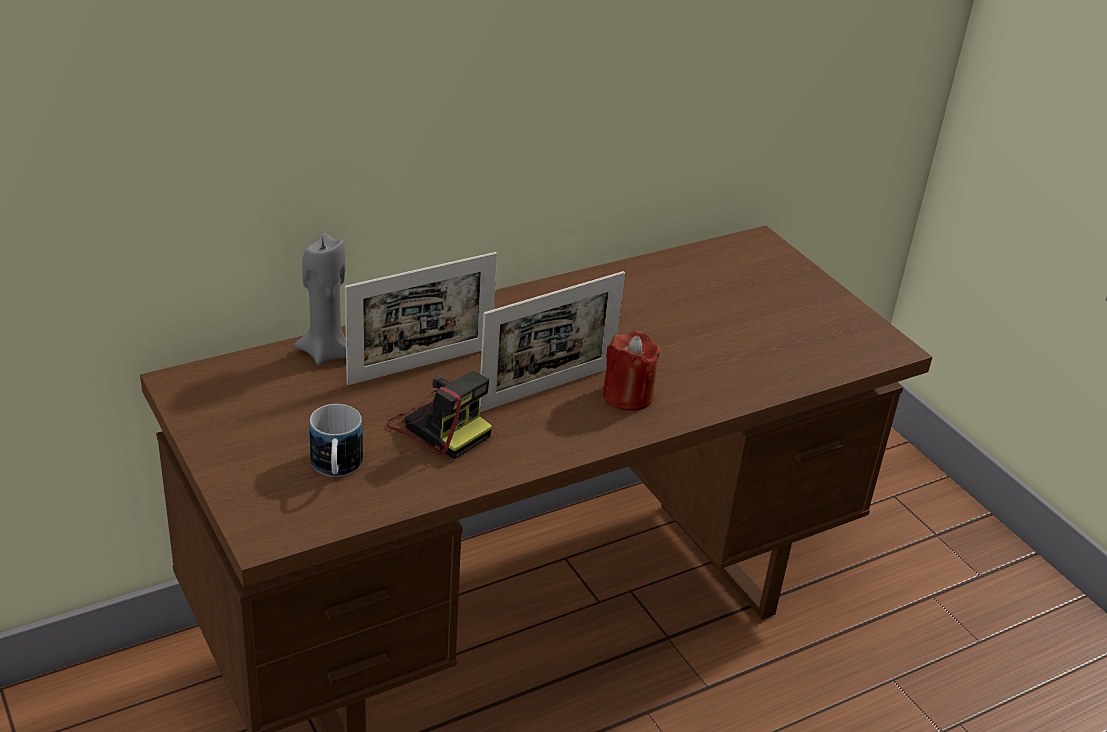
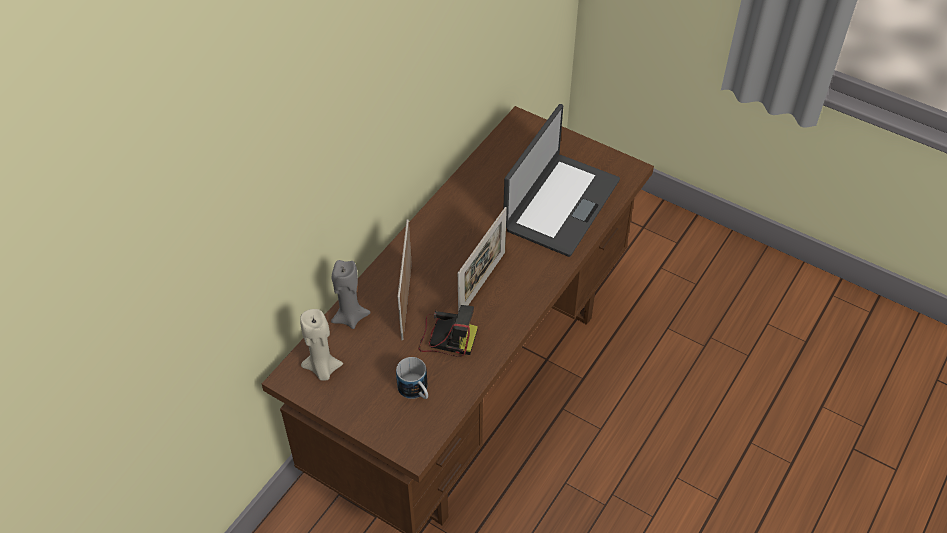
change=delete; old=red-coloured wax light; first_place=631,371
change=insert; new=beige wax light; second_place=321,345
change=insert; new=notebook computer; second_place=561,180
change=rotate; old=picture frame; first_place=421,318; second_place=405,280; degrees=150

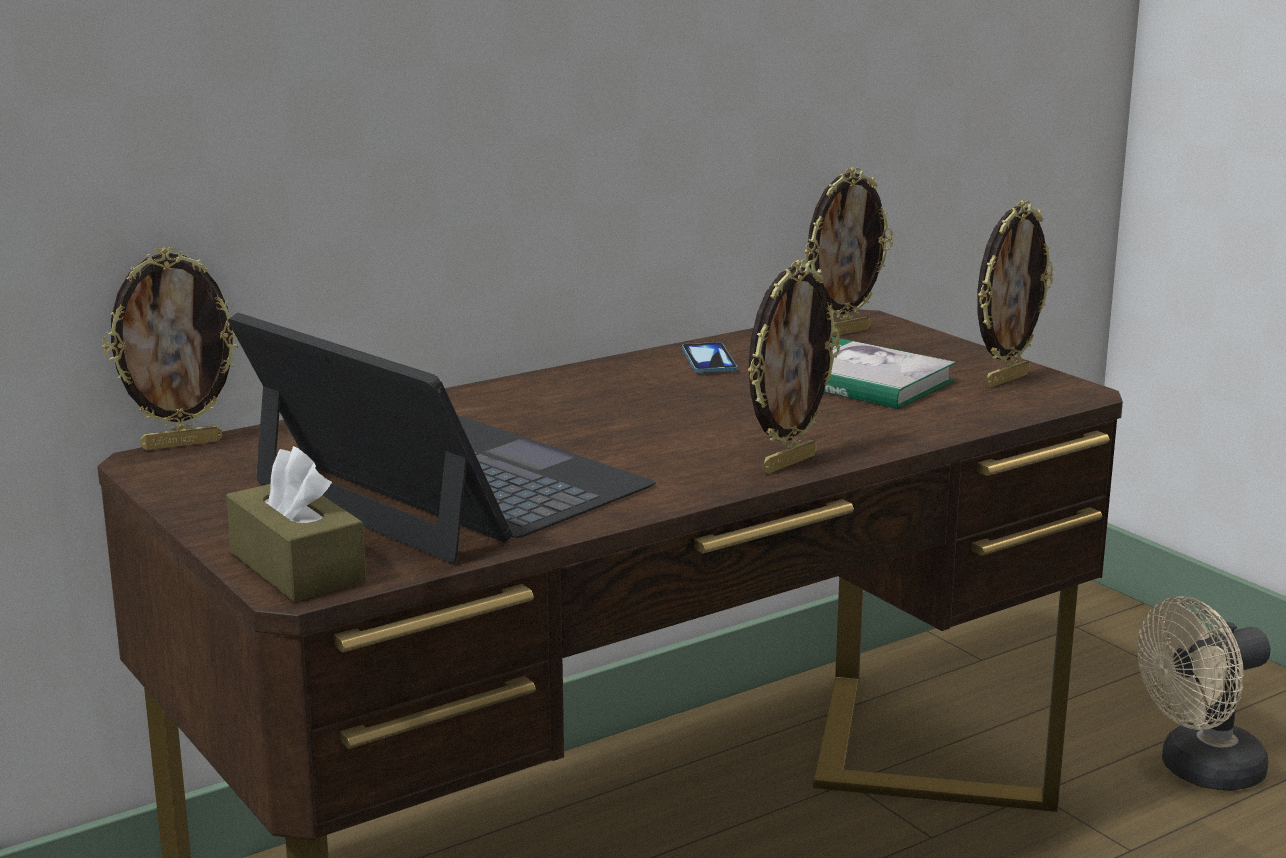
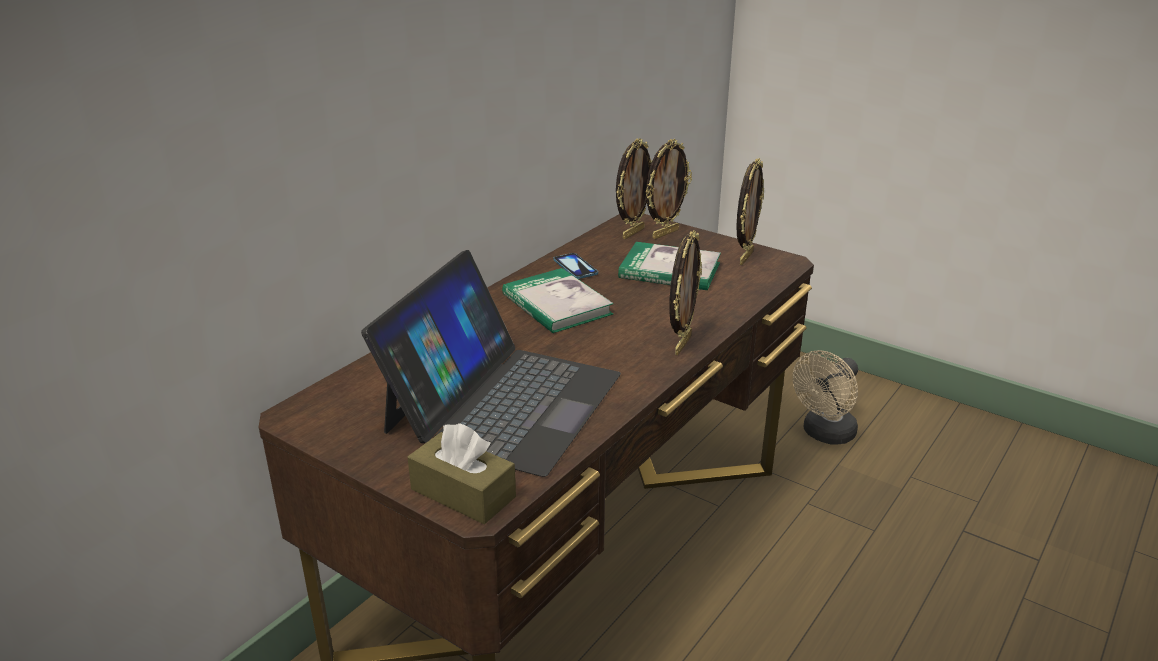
change=insert; new=bound book; second_place=558,300
change=move; old=picture frame; first_place=171,348; second_place=668,189
change=rotate; old=notebook computer; first_place=442,438; second_place=491,363; degrees=90

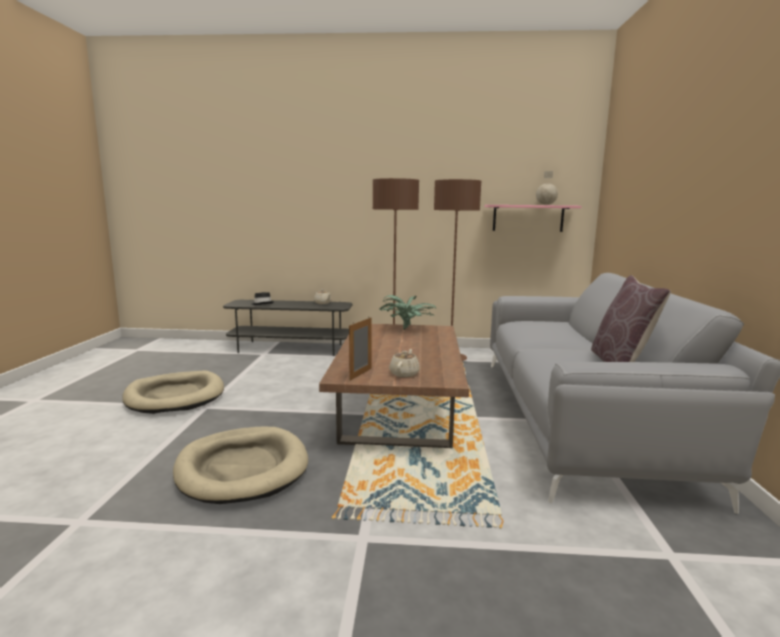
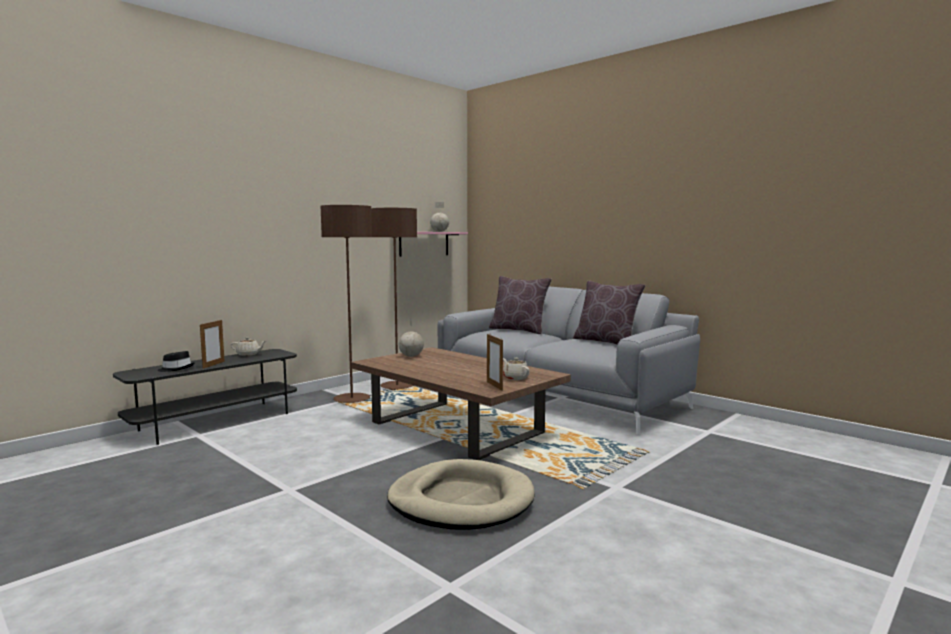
change=delete; old=beige pet bed; first_place=173,392
change=insert; new=picture frame; second_place=212,344
change=insert; new=brownish pillow; second_place=520,305
change=replace; old=potted plant; new=world globe; first_place=408,312; second_place=411,337

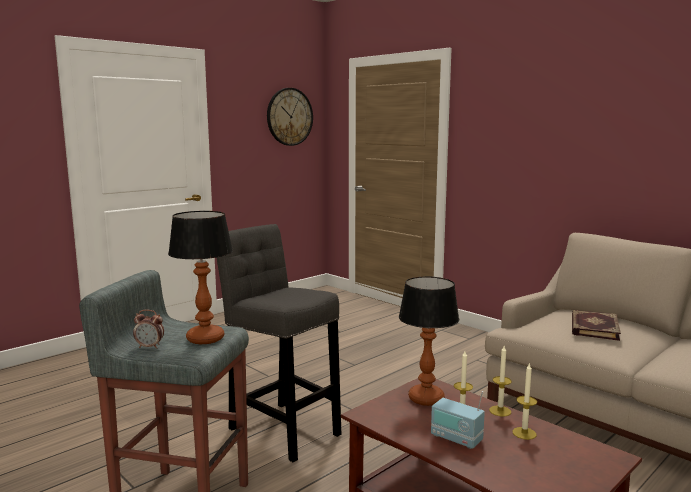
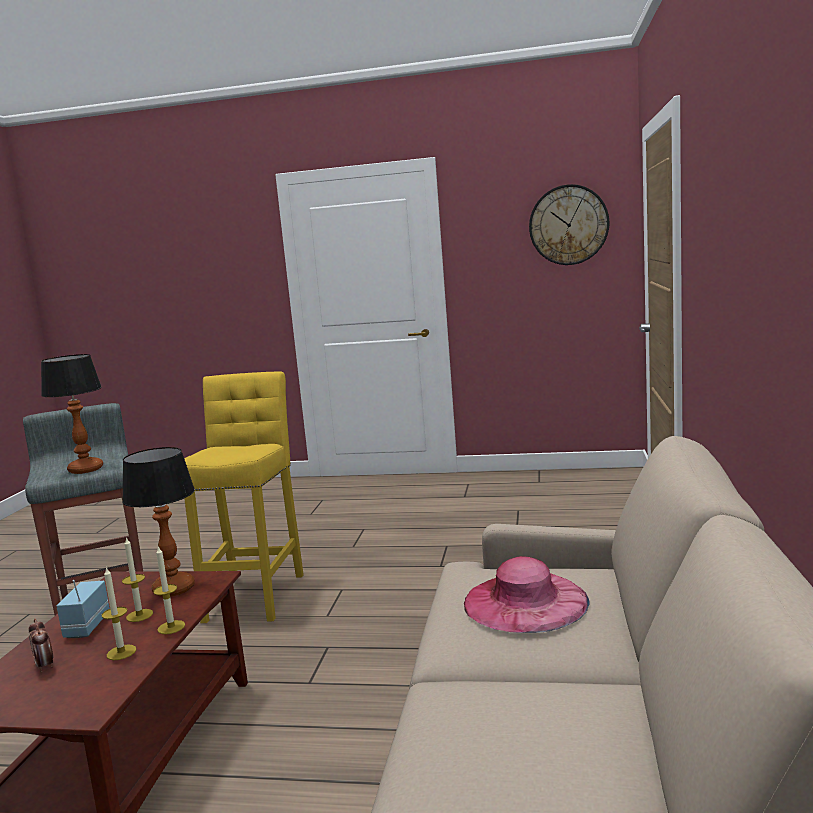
change=move; old=table clock; first_place=148,329; second_place=41,645
change=replace; old=bound book; new=pinkish hat; first_place=596,325; second_place=527,594
change=recolor; old=gray stool; new=yellow stool; first_place=279,343; second_place=244,497

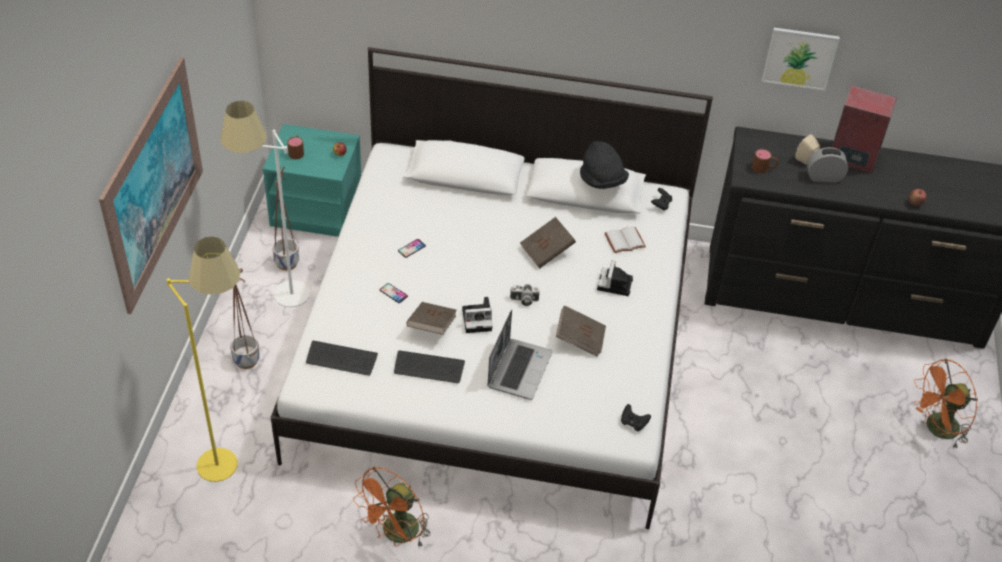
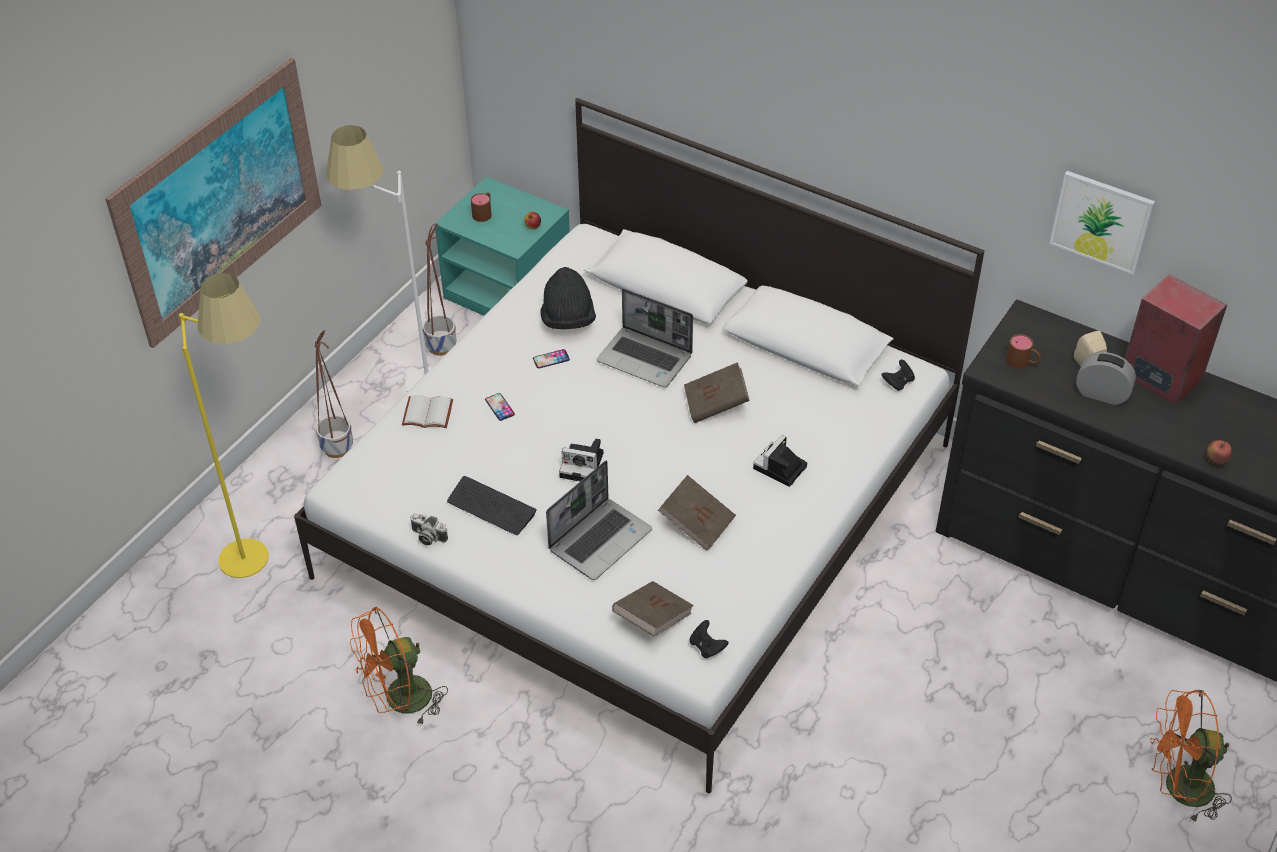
change=delete; old=computer keyboard; first_place=342,358
change=insert; new=notebook computer; second_place=644,338
change=move; old=brownish bound book; first_place=431,318; second_place=653,608
change=move; old=photo camera; first_place=525,295; second_place=429,529
change=move; old=blackish hat; first_place=604,165; second_place=568,298
change=move; old=white bound book; first_place=625,239; second_place=427,411

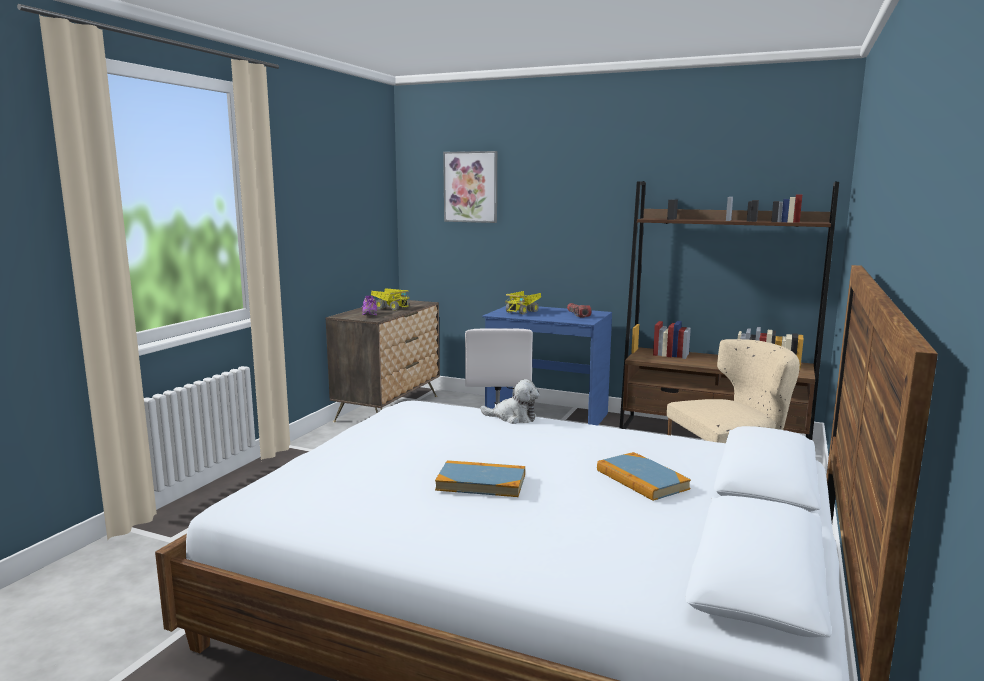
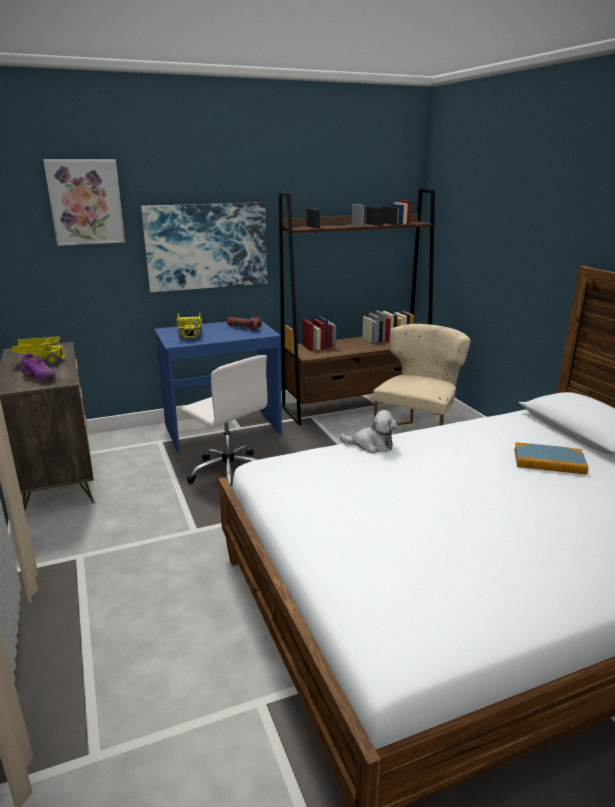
change=delete; old=bound book; first_place=480,478
change=insert; new=wall picture; second_place=204,247
change=rotate; old=plush toy; first_place=510,401; second_place=369,432; degrees=45

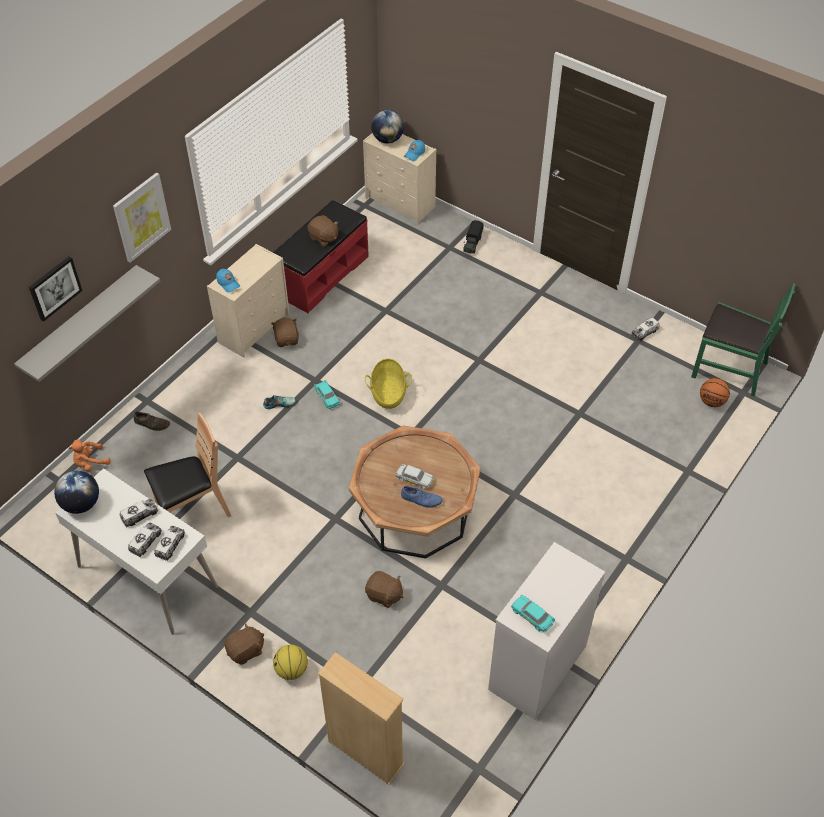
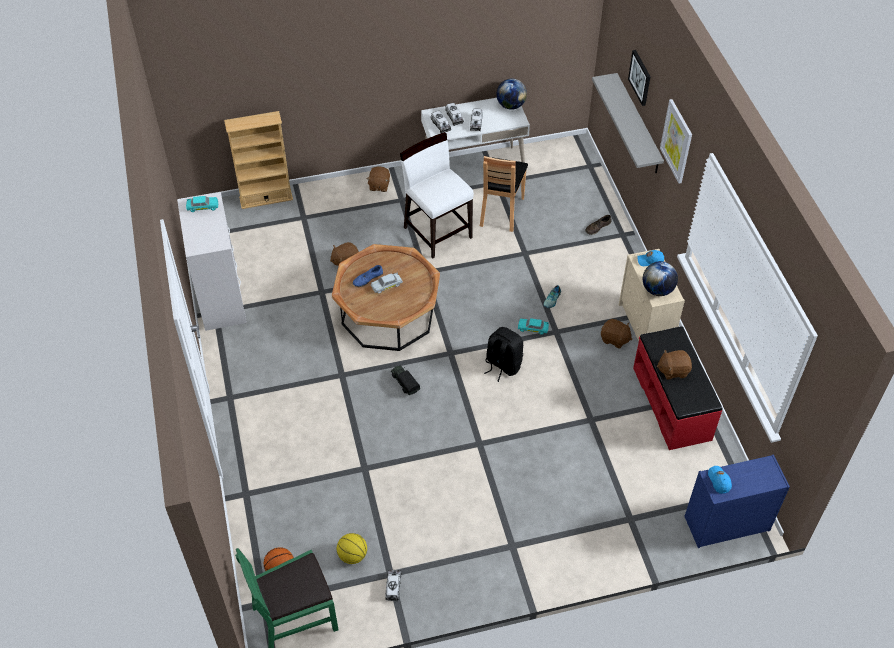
change=delete; old=orange plush toy; first_place=90,456
change=insert; new=white chair; second_place=437,195
change=move; old=basketball ball; first_place=290,662; second_place=352,548
change=move; old=world globe; first_place=387,126; second_place=660,278
change=move; old=toy lorry; first_place=473,237; second_place=405,380
change=replace; old=storage basket; new=blackish rucksack; first_place=388,383; second_place=503,354
change=recolor; old=beige dresser; new=blue dresser; first_place=399,178; second_place=737,501

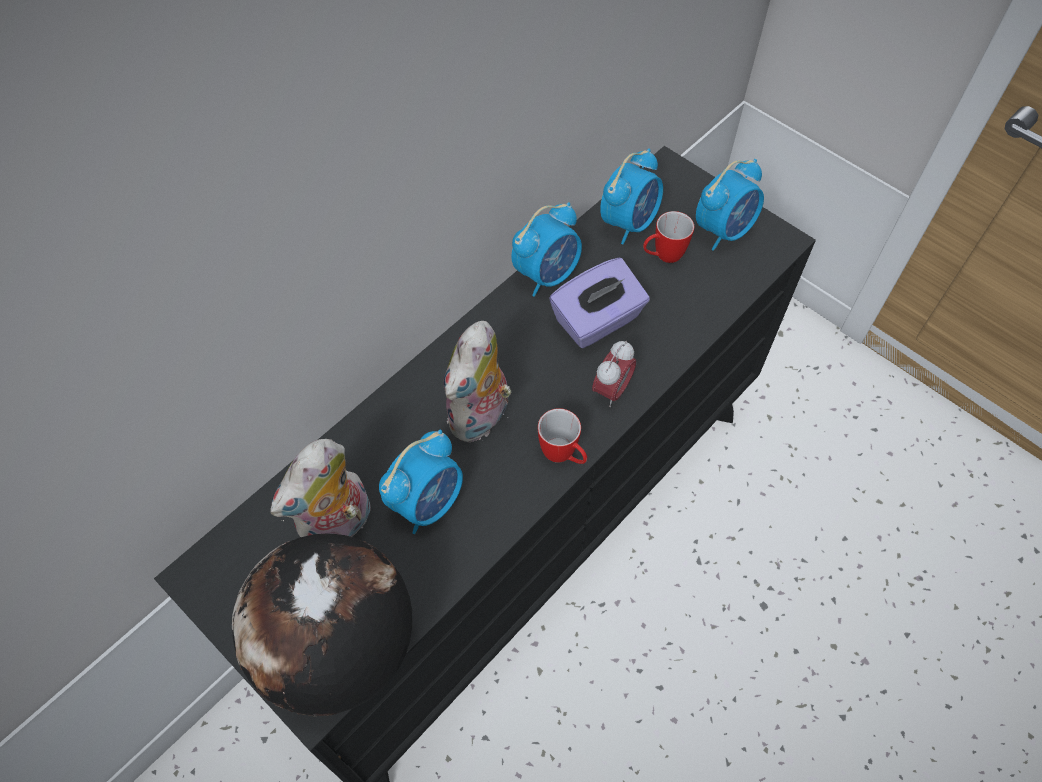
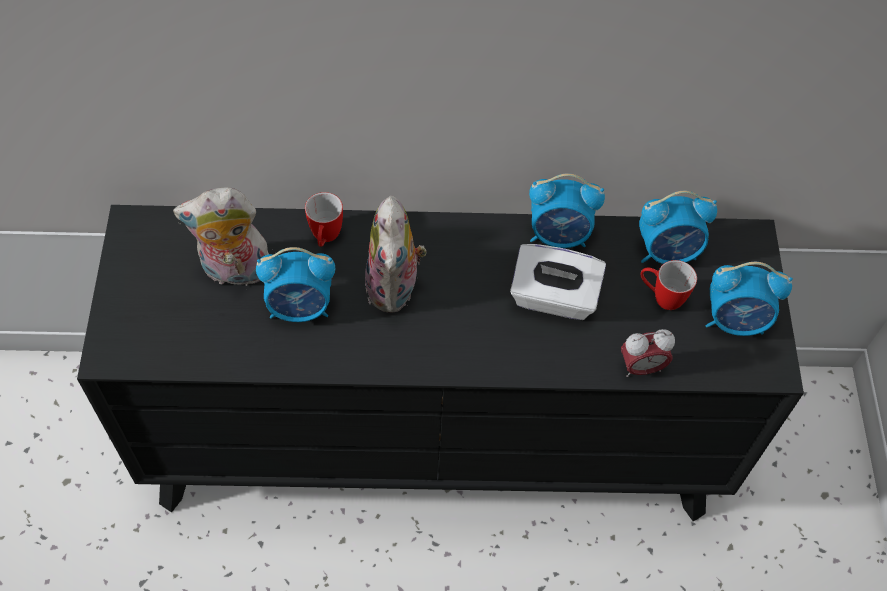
change=delete; old=world globe; first_place=322,625
change=move; old=coffee mug; first_place=562,436; second_place=324,219
change=move; old=table clock; first_place=614,374; second_place=648,353
change=recolor; old=purplish box of tissues; new=white box of tissues; first_place=599,303; second_place=558,282
change=rotate; old=plush toy; first_place=477,382; second_place=396,254; degrees=-75

